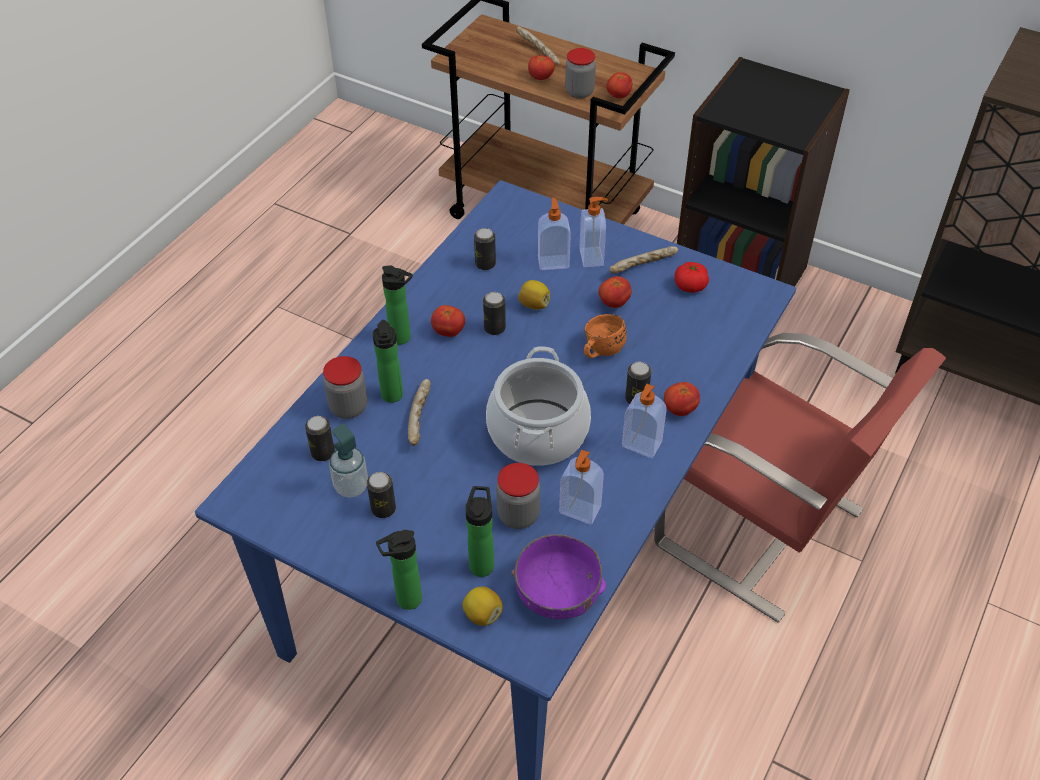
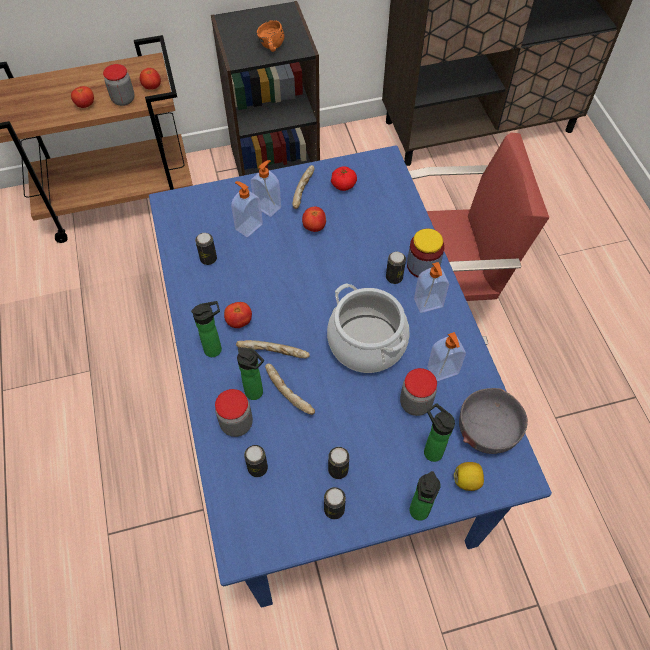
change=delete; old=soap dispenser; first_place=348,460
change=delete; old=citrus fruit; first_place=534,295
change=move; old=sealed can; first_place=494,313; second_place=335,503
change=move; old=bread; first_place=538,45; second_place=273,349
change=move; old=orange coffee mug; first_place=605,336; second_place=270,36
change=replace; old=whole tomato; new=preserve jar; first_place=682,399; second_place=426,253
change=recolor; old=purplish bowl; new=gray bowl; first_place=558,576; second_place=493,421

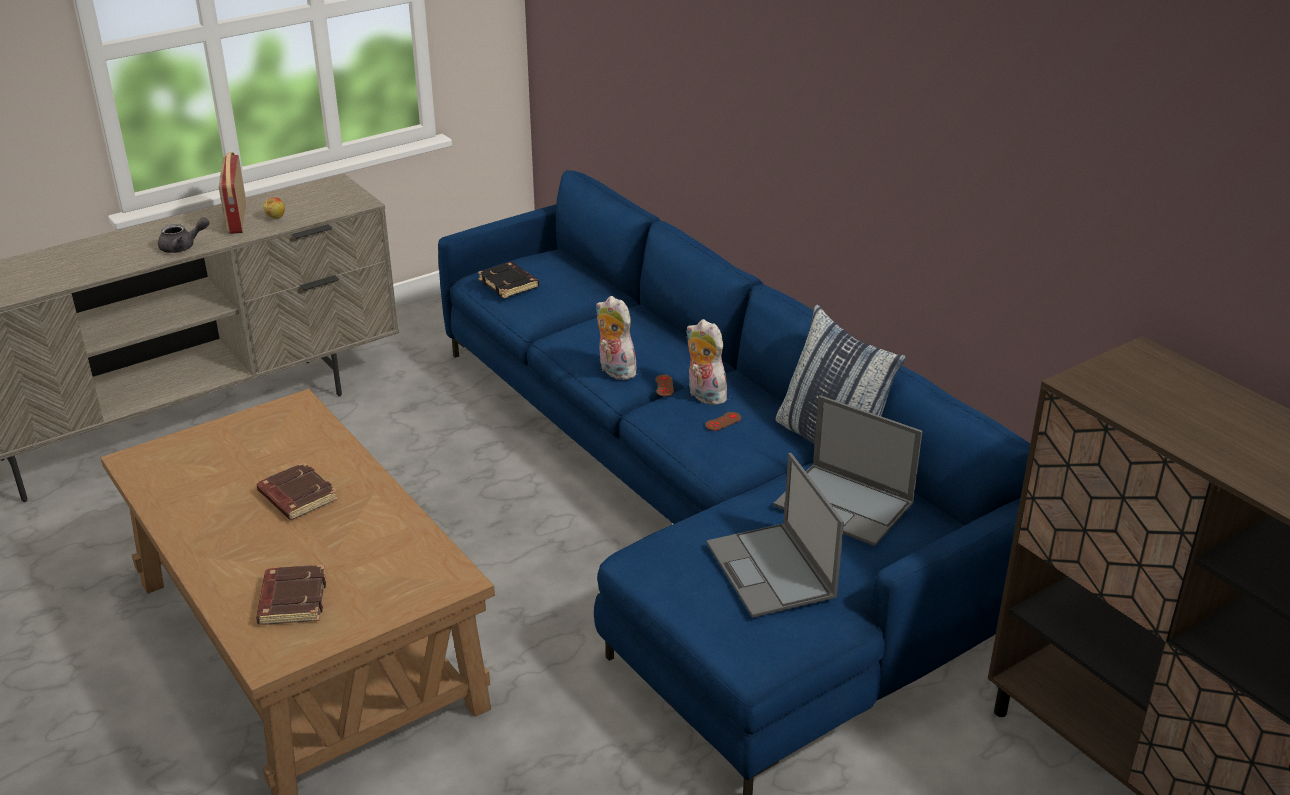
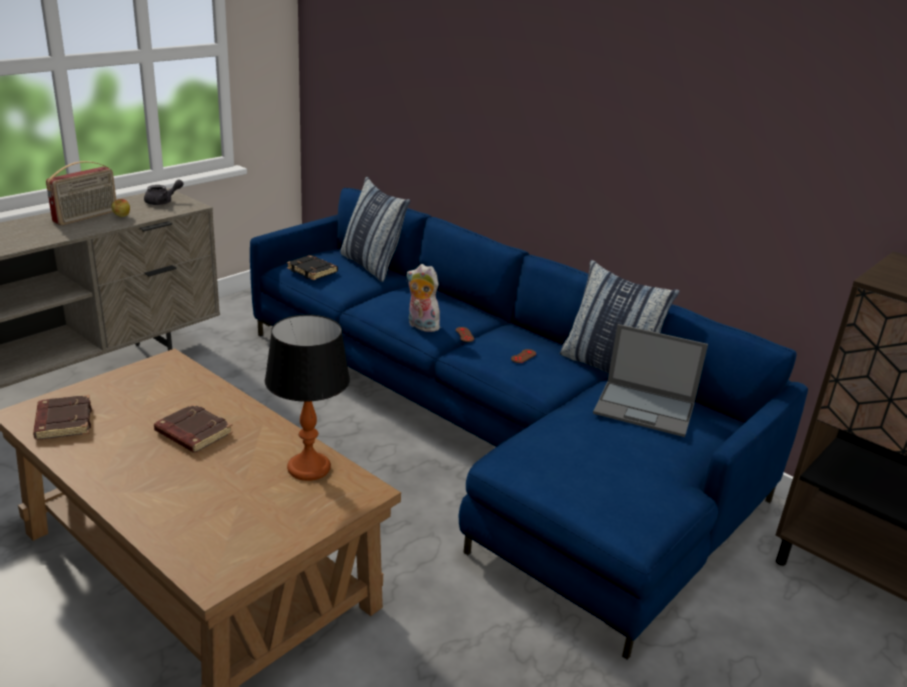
change=delete; old=plush toy; first_place=707,362
change=delete; old=notebook computer; first_place=775,535
change=insert; new=lamp for a table; second_place=307,398
change=insert; new=pillow; second_place=375,229
change=move; old=gray tea pot; first_place=183,235; second_place=164,192
change=move; old=brownish bound book; first_place=291,595; second_place=62,417
change=rotate; old=radio set; first_place=232,193; second_place=81,193; degrees=-120

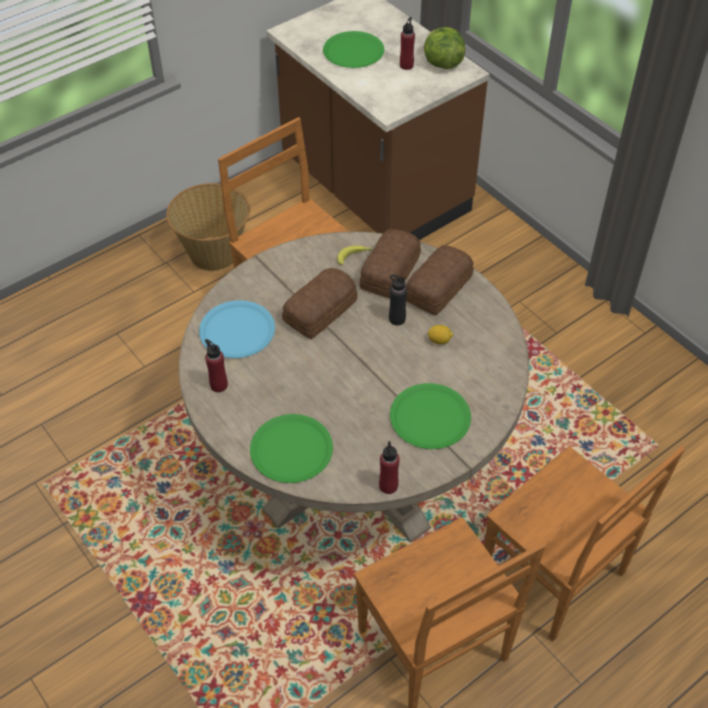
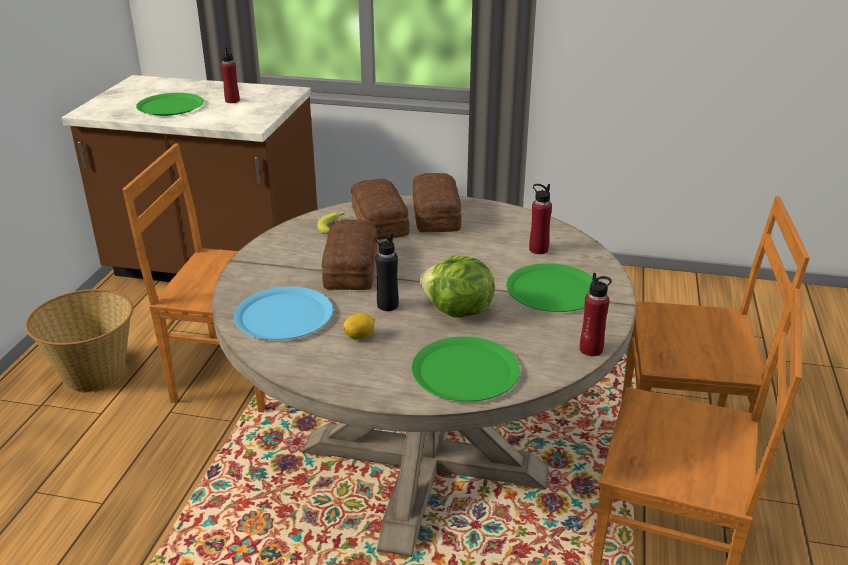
change=move; old=red-coloured drink bottle; first_place=216,365; second_place=540,219
change=move; old=blackish drink bottle; first_place=398,299; second_place=387,272
change=move; old=lettuce; first_place=444,48; second_place=457,286
change=move; old=citrus fruit; first_place=440,334; second_place=359,326

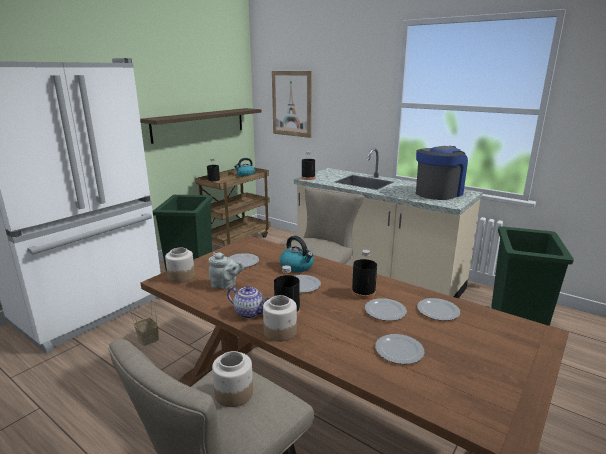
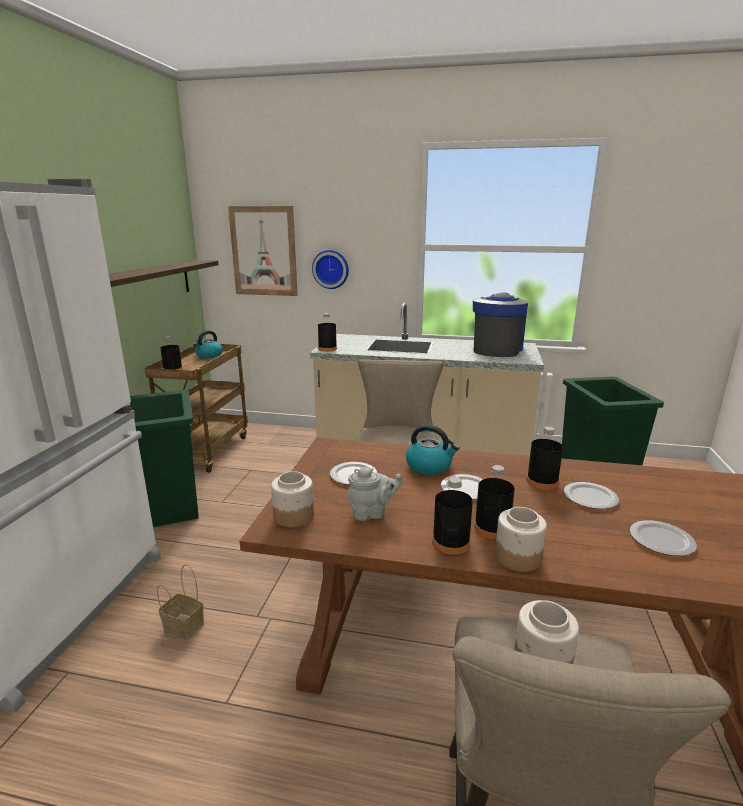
change=delete; old=plate; first_place=438,309
change=insert; new=wall clock; second_place=330,269
change=replace; old=tea pot; new=blackish drink bottle; first_place=248,302; second_place=452,516

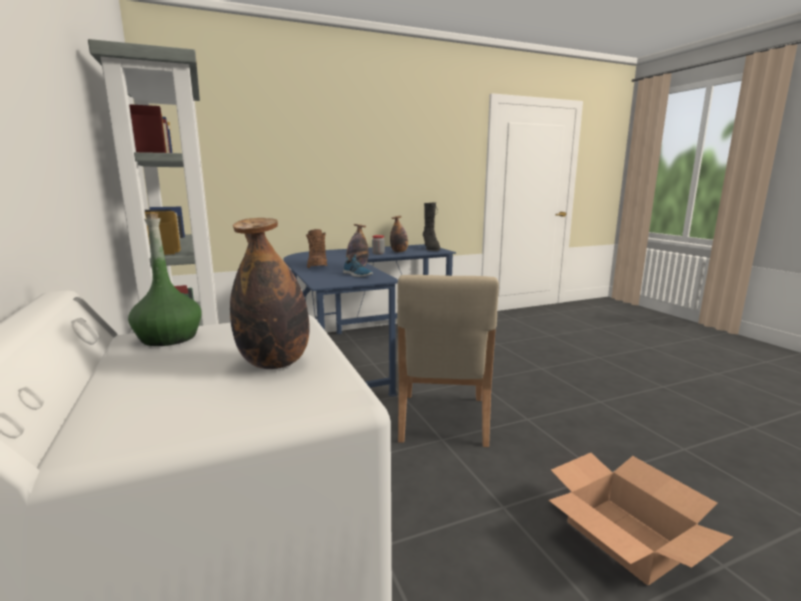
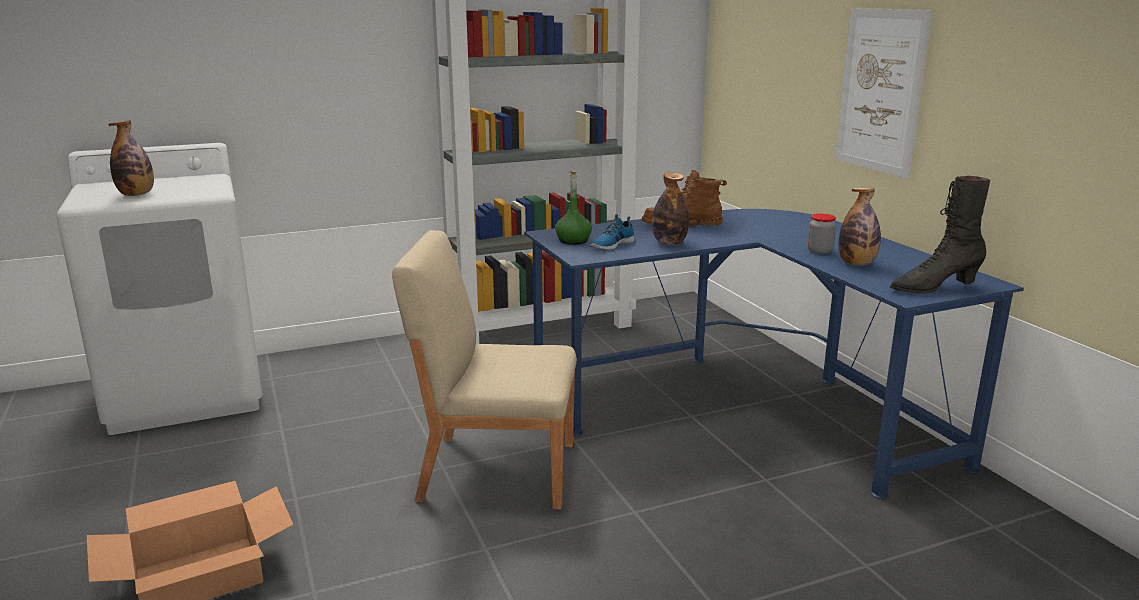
change=insert; new=wall picture; second_place=883,93
change=move; old=green-coloured drink bottle; first_place=165,279; second_place=573,208

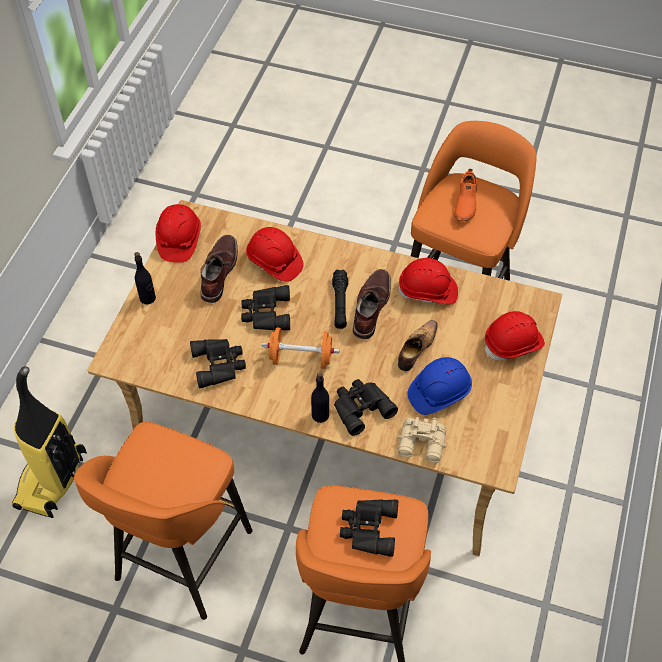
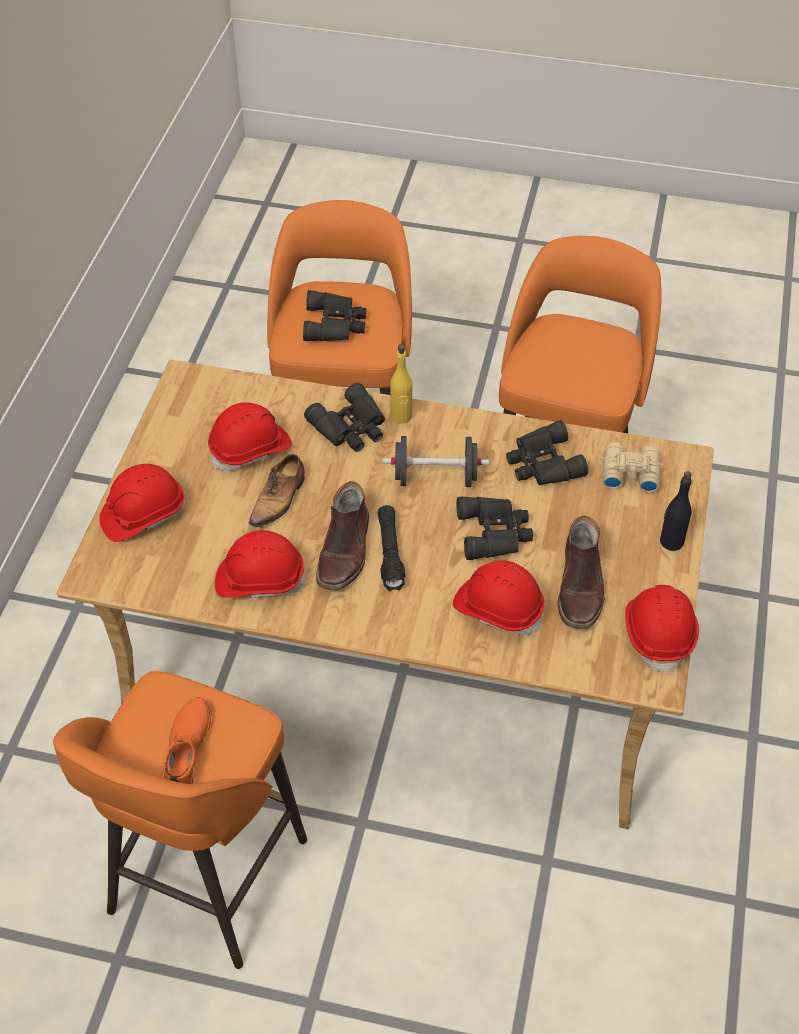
change=delete; old=vacuum; first_place=49,442
change=move; old=beige binoculars; first_place=422,440; second_place=632,467
change=recolor; old=orange hand weight; new=blackish hand weight; first_place=301,348; second_place=436,461
change=recolor; old=blackish drink bottle; new=yellow drink bottle; first_place=320,397; second_place=401,384
change=recolor; old=blue safety helmet; new=red-coloured safety helmet; first_place=439,386; second_place=250,436

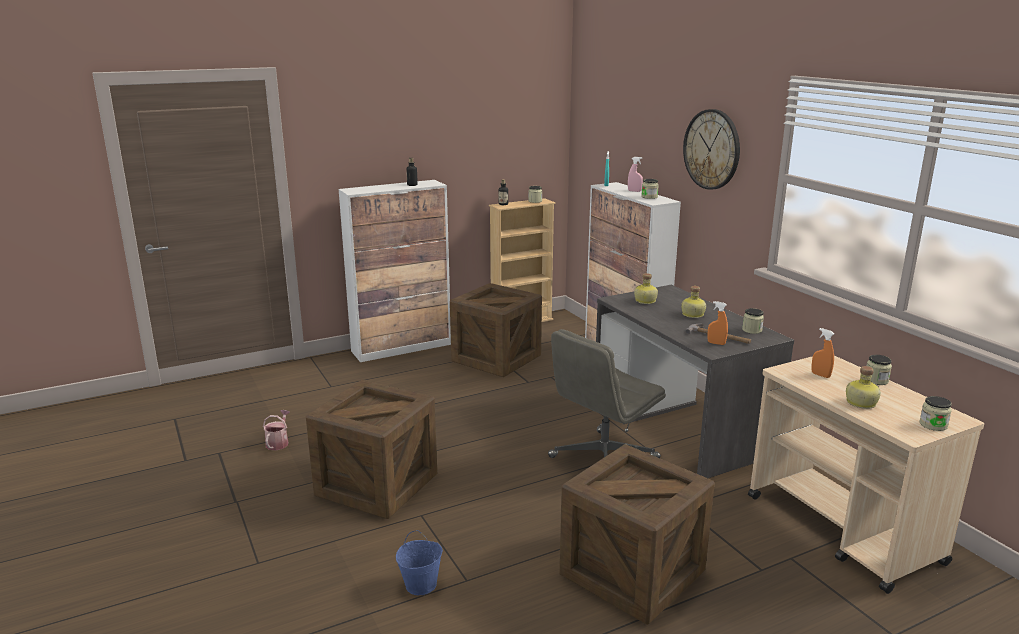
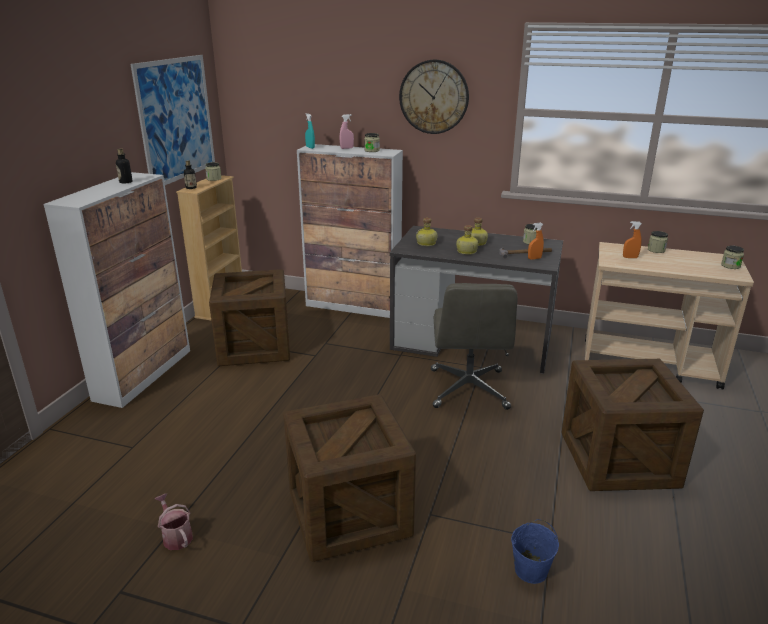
change=insert; new=wall picture; second_place=173,120
change=move; old=drink bottle; first_place=863,387; second_place=467,240

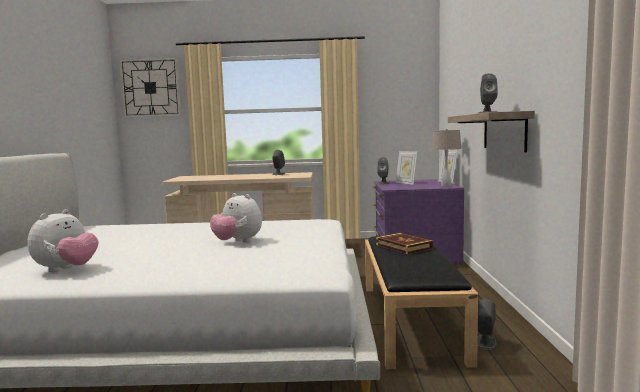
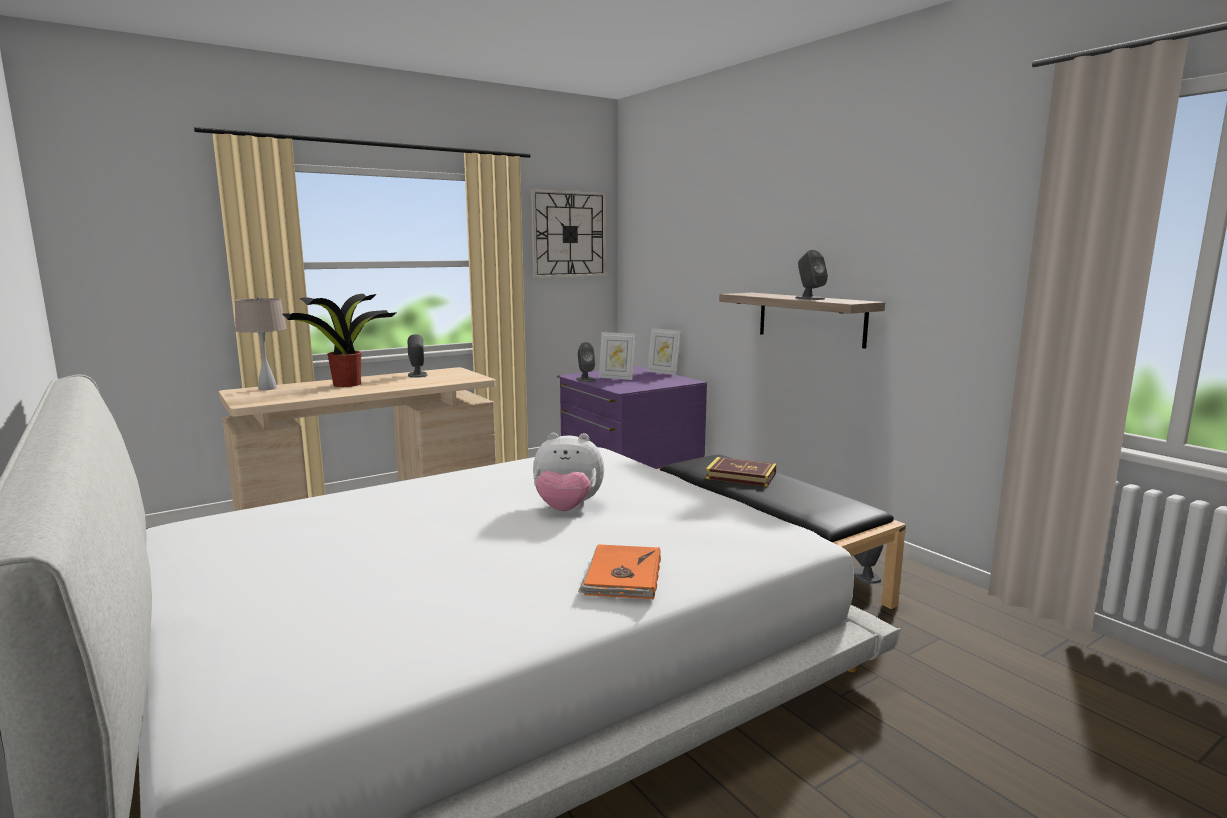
change=delete; old=plush toy; first_place=63,240
change=insert; new=potted plant; second_place=339,340
change=insert; new=orange bound book; second_place=619,571
change=move; old=wall clock; first_place=150,88; second_place=569,233
change=move; old=beige lamp for a table; first_place=446,158; second_place=261,343

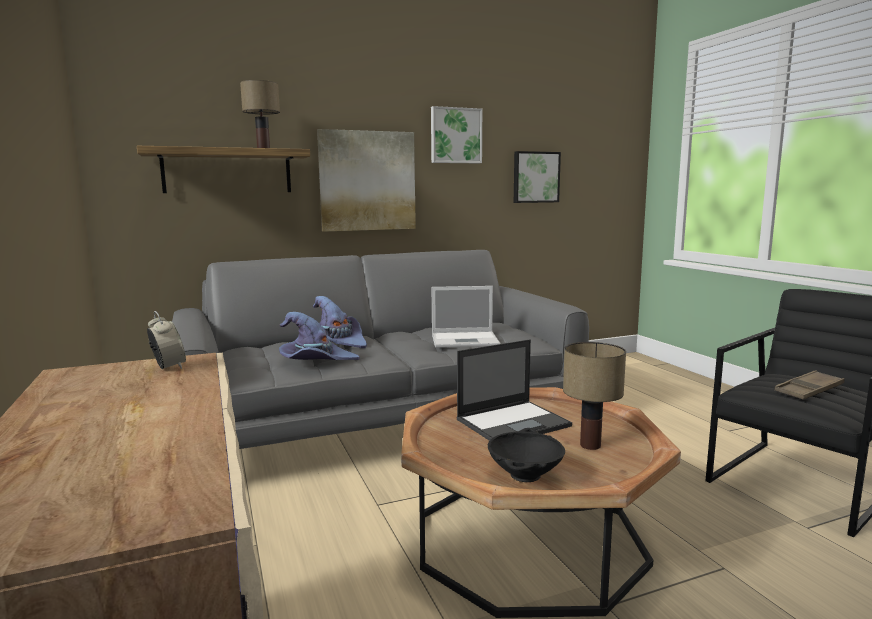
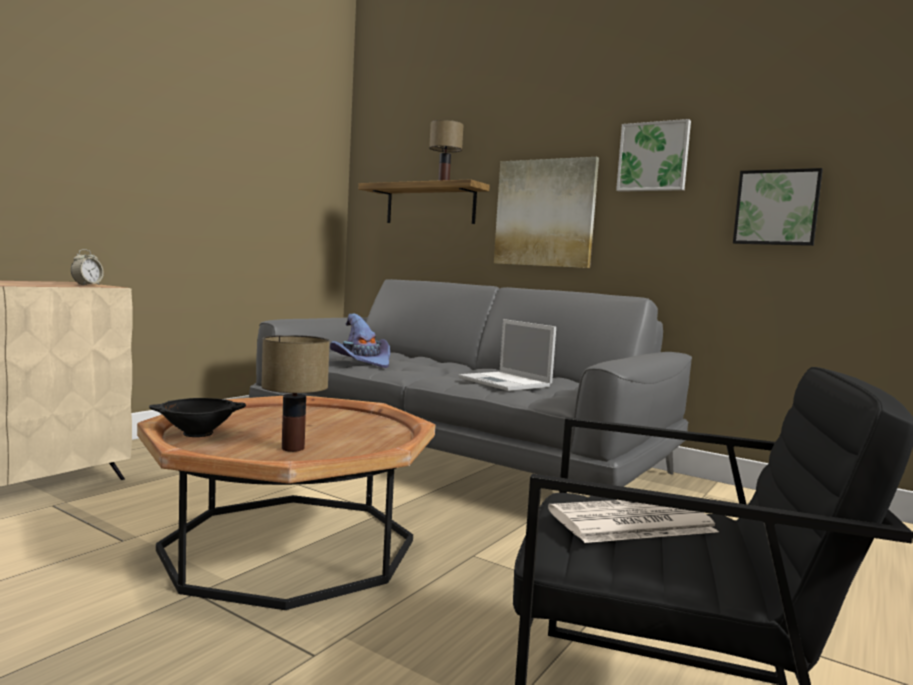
change=delete; old=purplish hat; first_place=340,322
change=delete; old=notebook computer; first_place=514,390
change=replace; old=brownish carrying tray; new=daily paper; first_place=809,385; second_place=633,521

